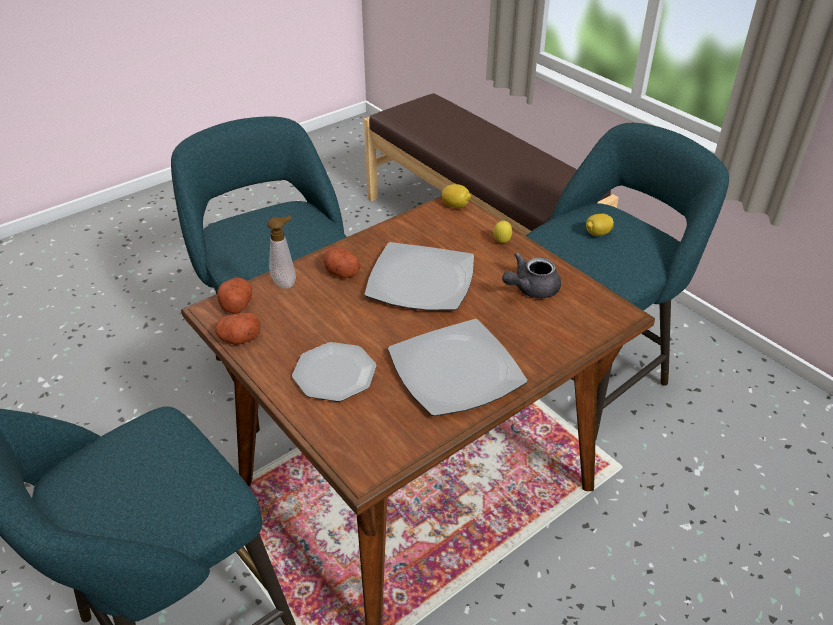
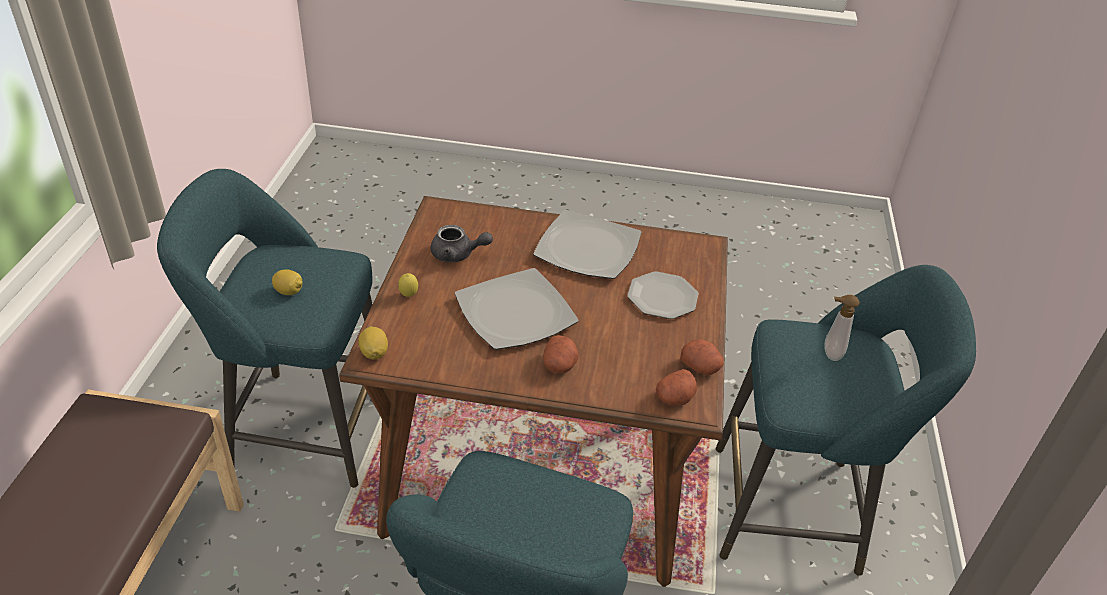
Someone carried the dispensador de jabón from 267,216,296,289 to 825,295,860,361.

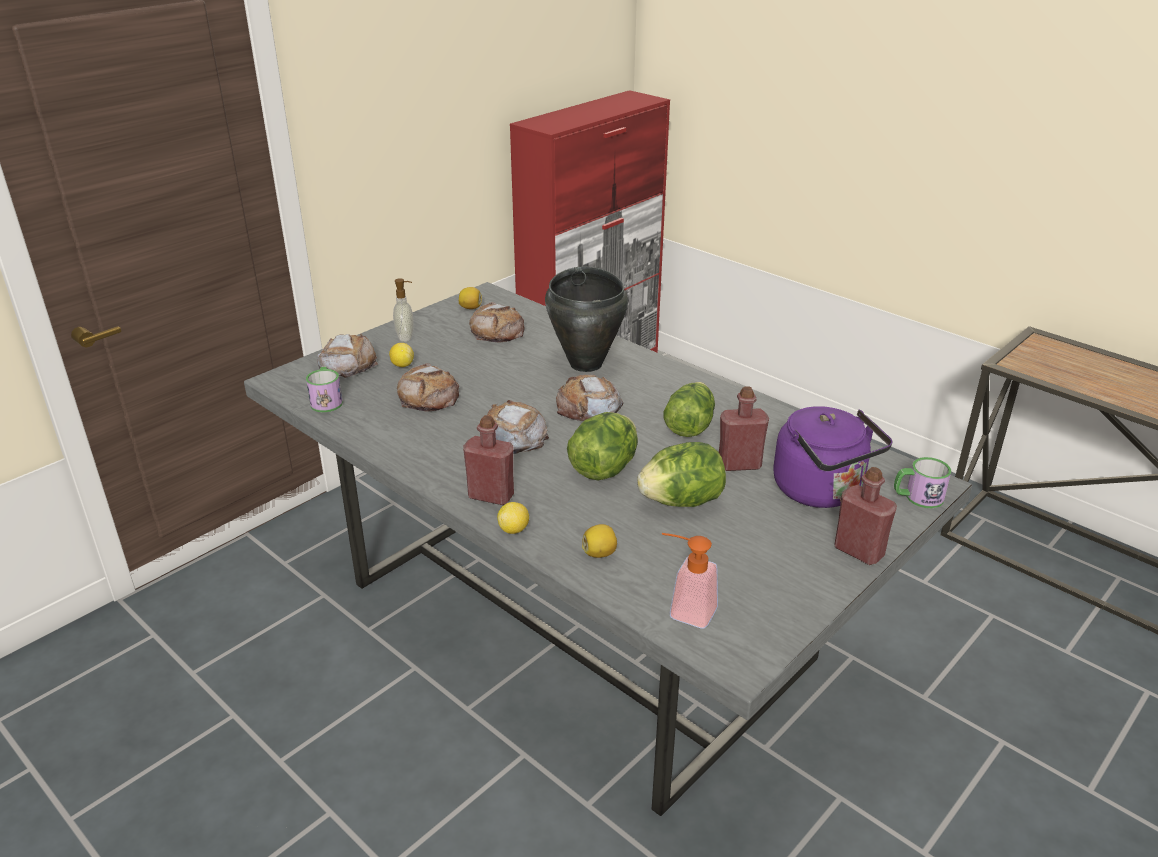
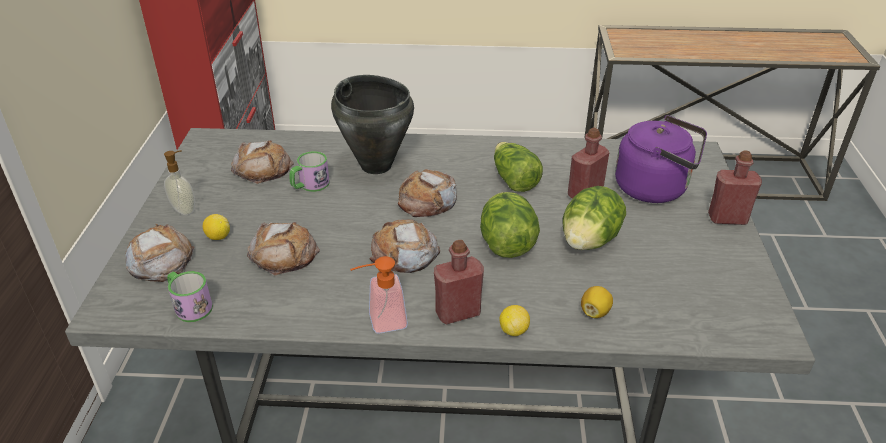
Someone carried the taza grande from 894,457,951,508 to 289,151,330,192.
Someone carried the dispensador de jabón from 662,533,718,629 to 350,256,408,333.
Someone took away the limón at 459,287,482,309.

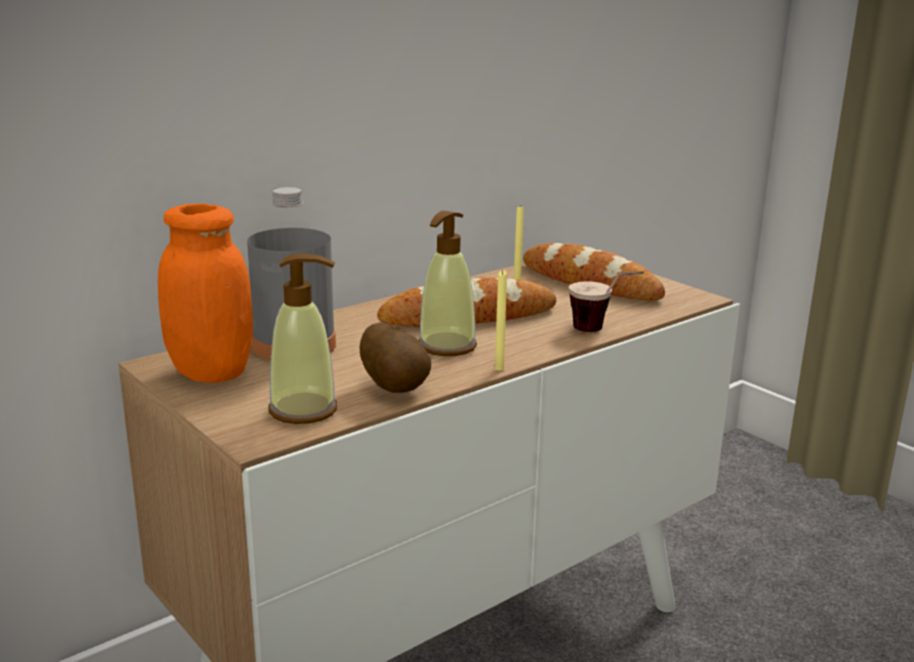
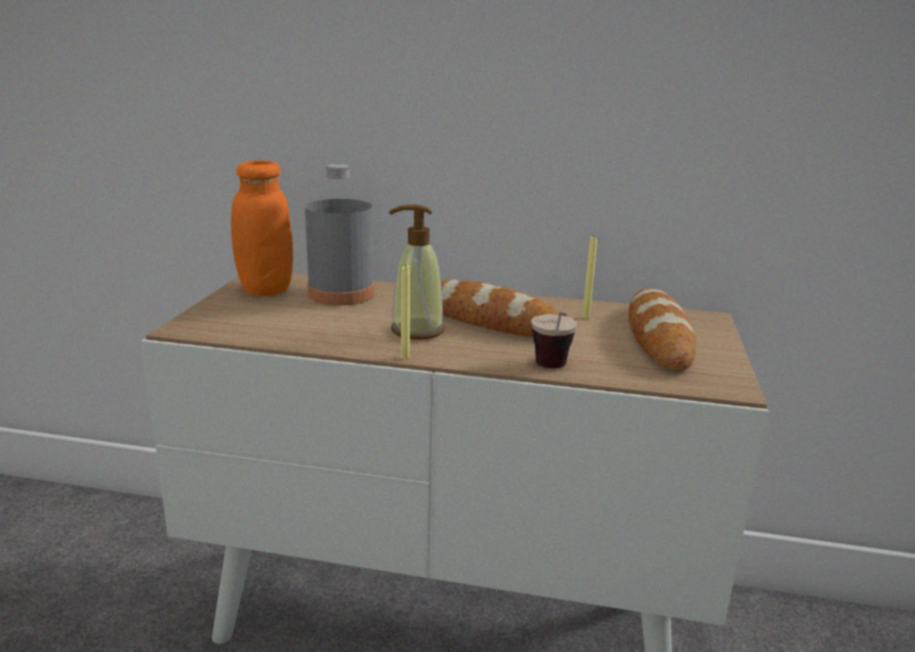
Someone took away the dispensador de jabón at 268,254,337,424.
Someone took away the patata at 360,323,431,393.

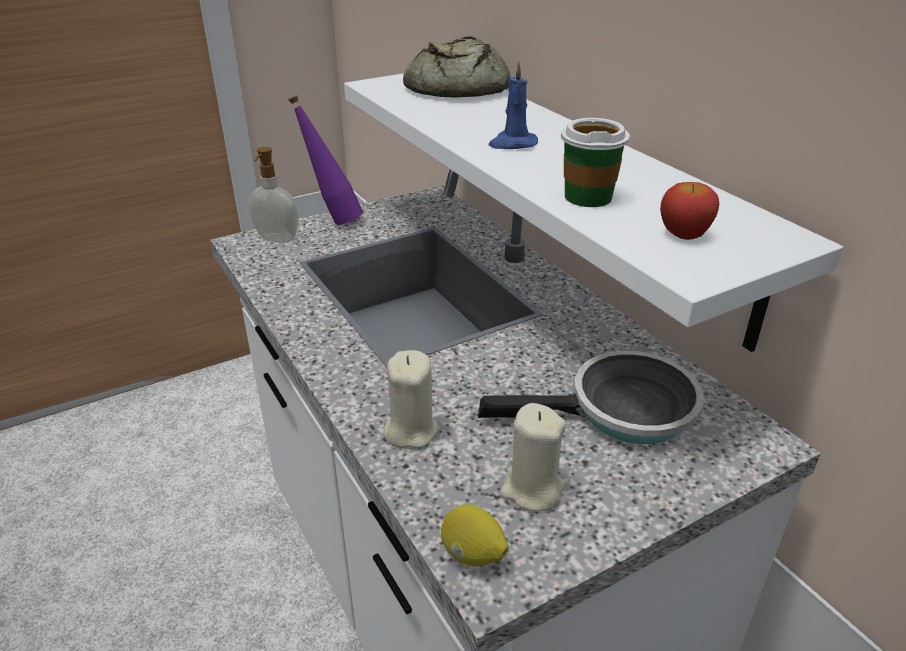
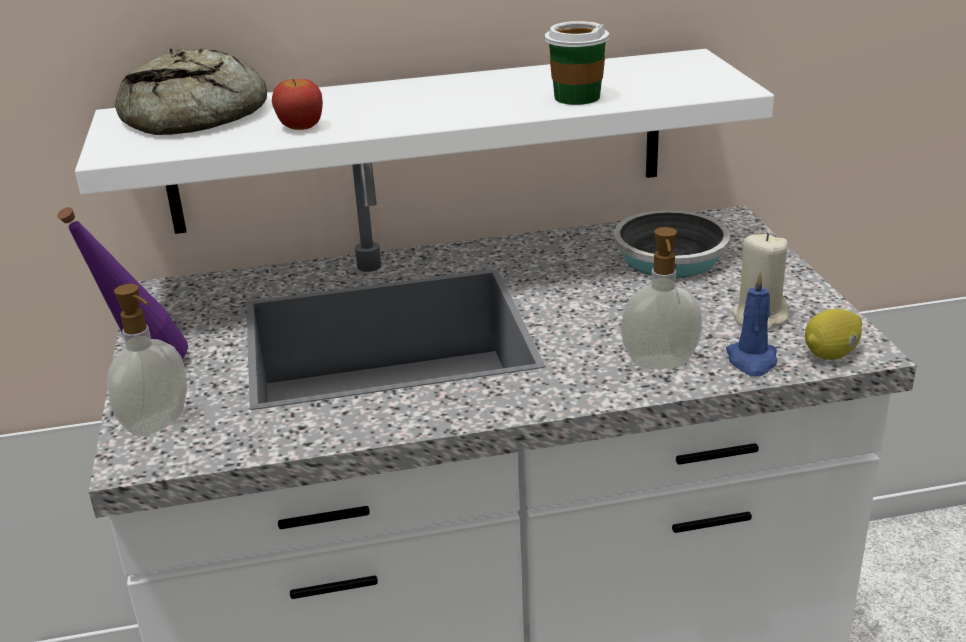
Someone carried the manzana from 660,182,719,240 to 272,79,323,130.
Someone swapped the vela/beis at 384,350,438,448 for the dispensador de jabón at 621,227,702,369.
Someone carried the vela/azul from 489,61,538,149 to 726,272,777,376.

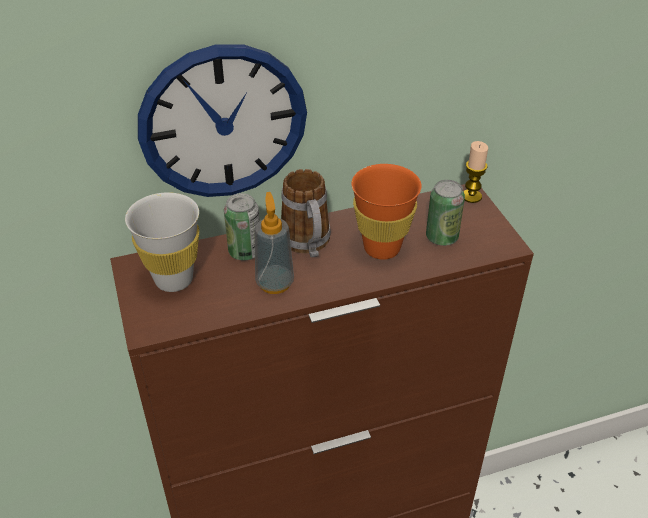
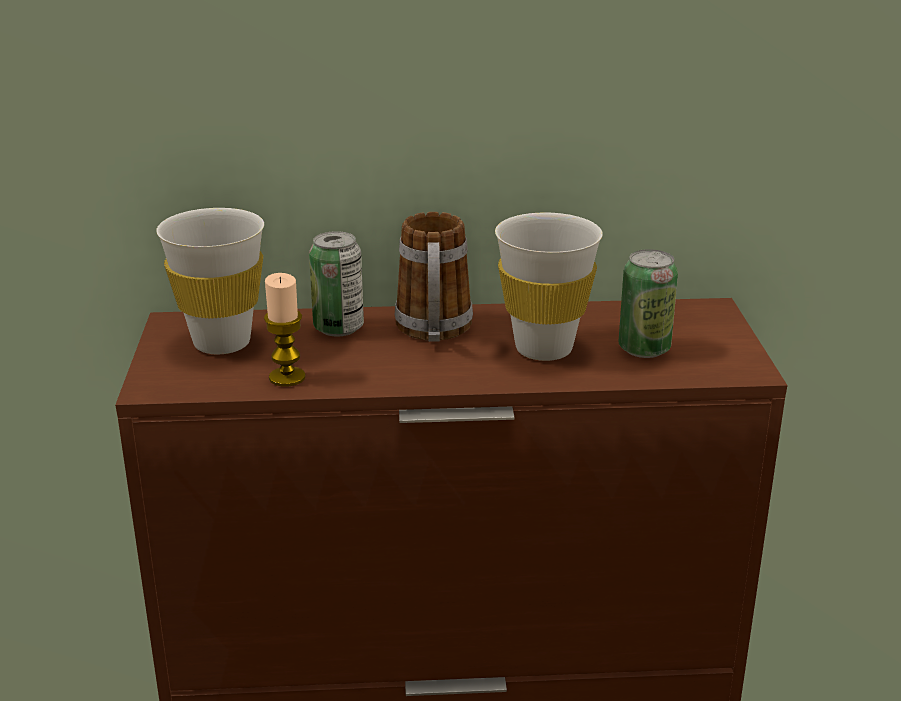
Someone carried the vela from 463,141,488,203 to 264,273,306,386.
Someone repainted the taza/naranja at 351,164,422,260, which became the taza/blanco at 495,212,603,361.
Someone took away the reloj de pared at 138,44,307,197.
Someone took away the dispensador de jabón at 255,192,294,294.

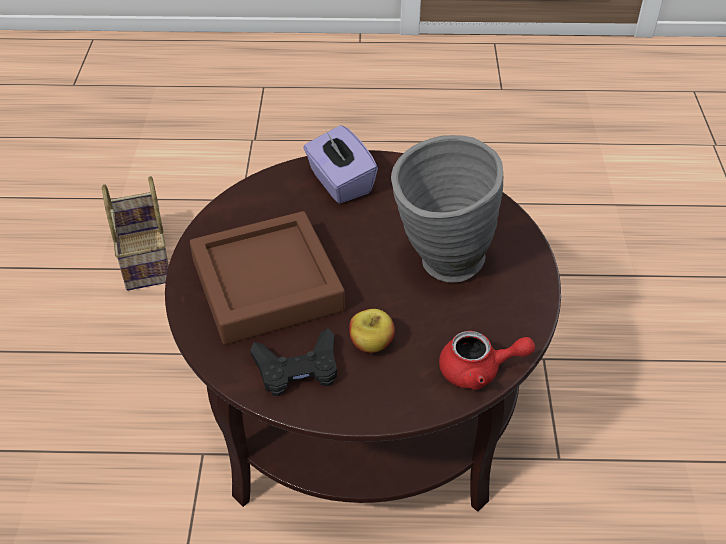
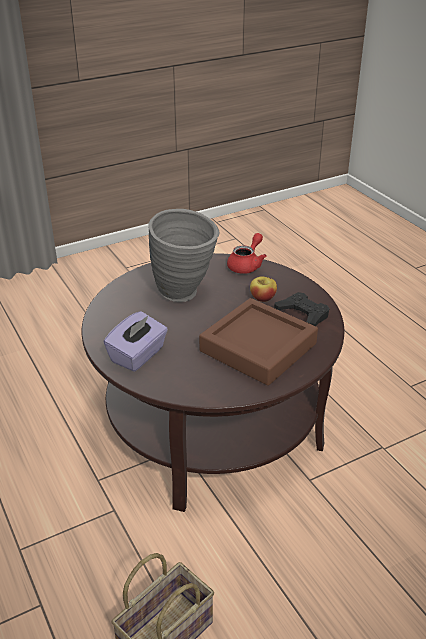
Someone rotated the tetera/rojo at 439,331,535,390 by 60 degrees clockwise.

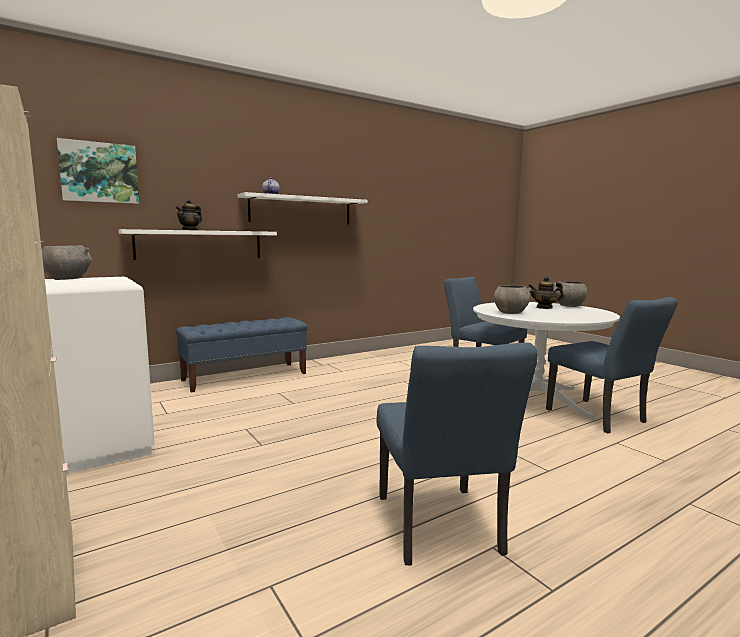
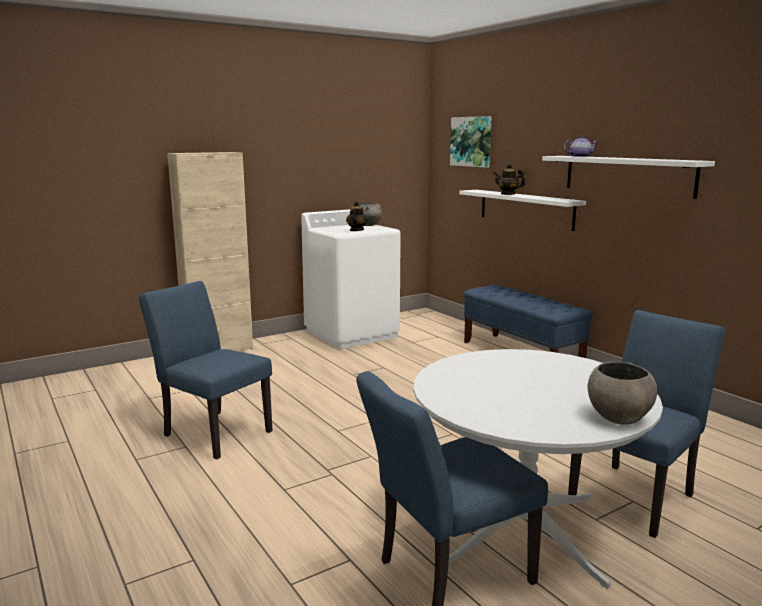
Someone rotated the silla/azul at 377,342,538,565 by 45 degrees clockwise.
Someone carried the tetera from 528,276,564,309 to 346,201,367,231.
Someone took away the cuenco/gris at 494,285,532,314.

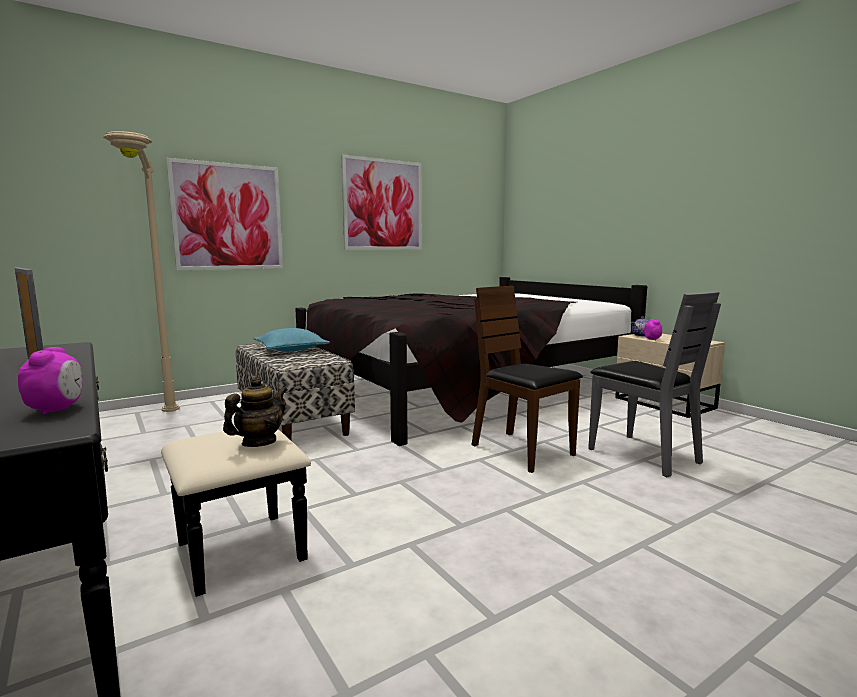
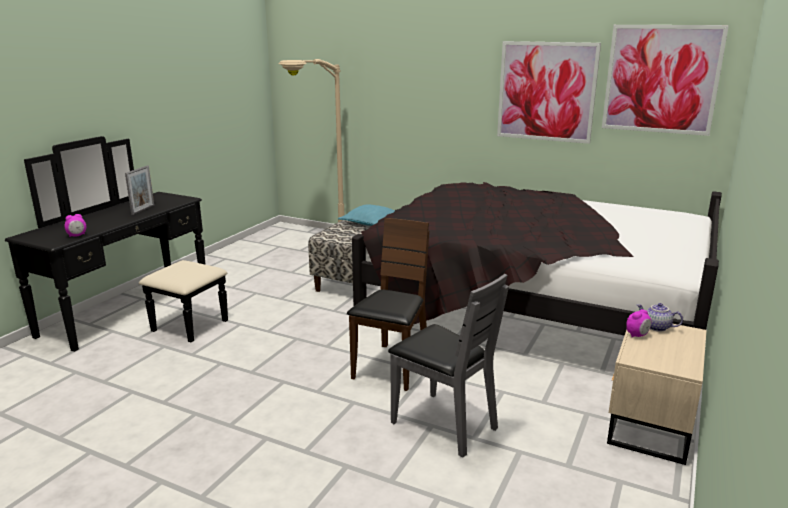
Someone rotated the silla/gris at 588,291,721,477 by 75 degrees counterclockwise.
Someone carried the cuadro from 166,158,283,270 to 602,25,729,136.
Someone took away the tetera at 223,376,287,447.

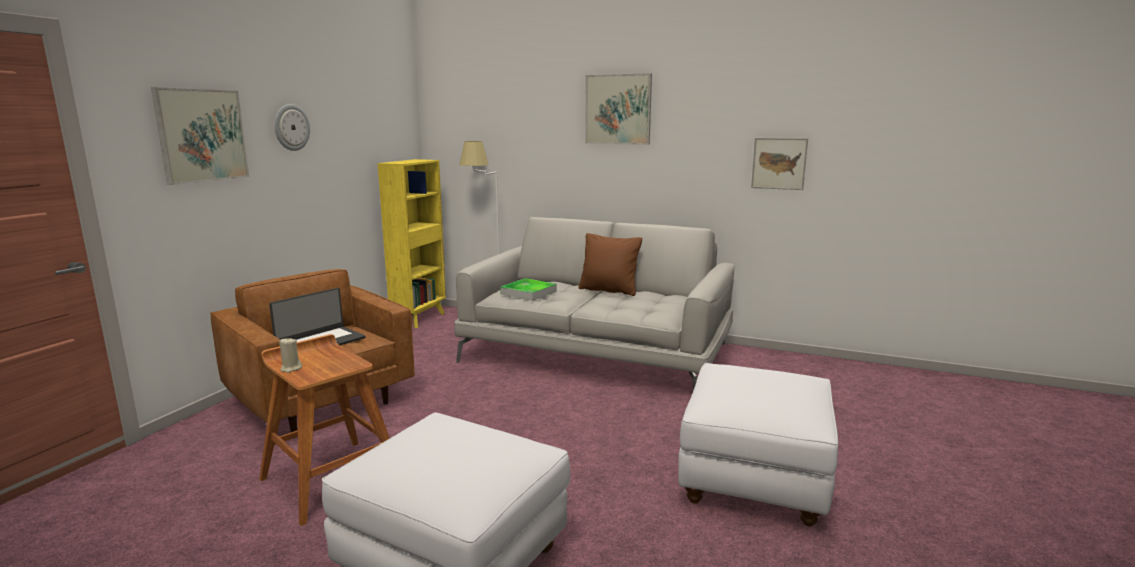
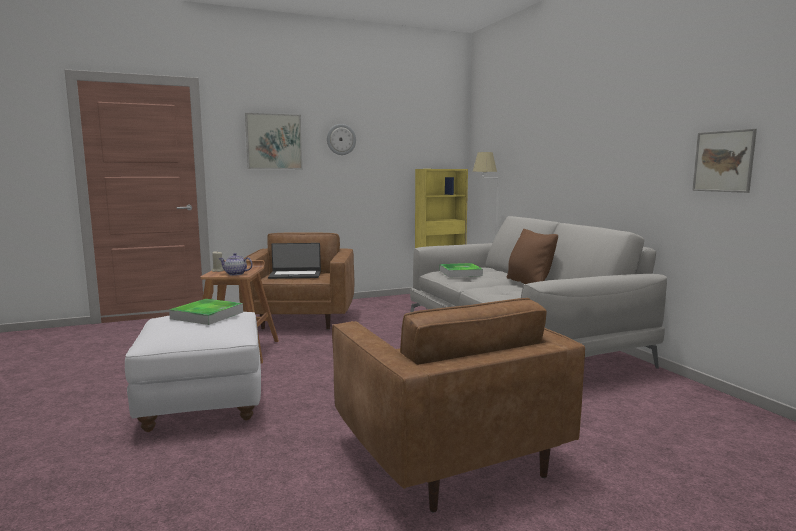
Someone put down the bandeja at 169,299,243,325.
Someone put down the tetera at 218,253,253,276.
Someone swapped the puf/blanco at 678,363,838,527 for the sillón/marrón at 332,298,585,512.
Someone took away the cuadro at 585,73,652,145.

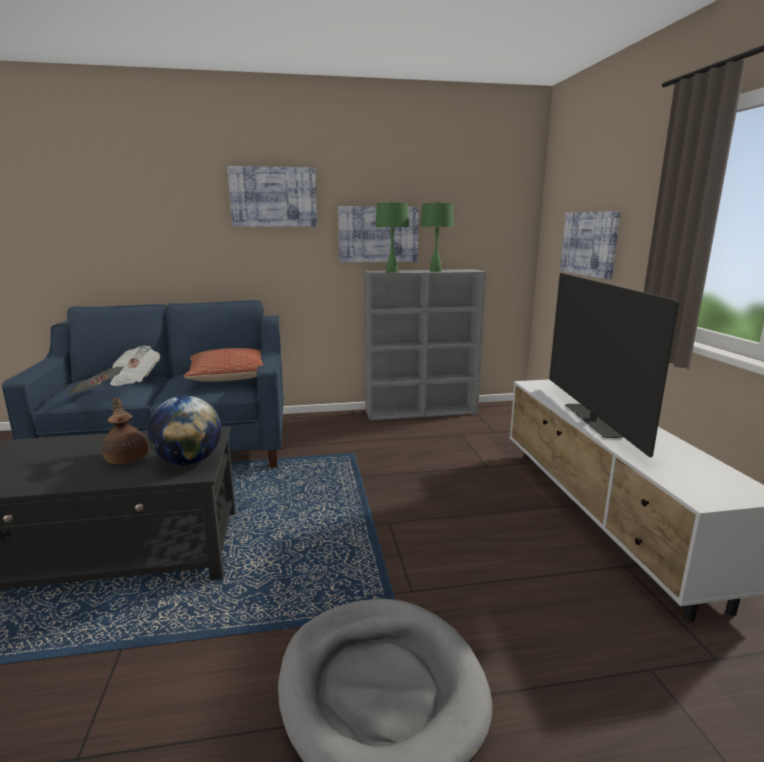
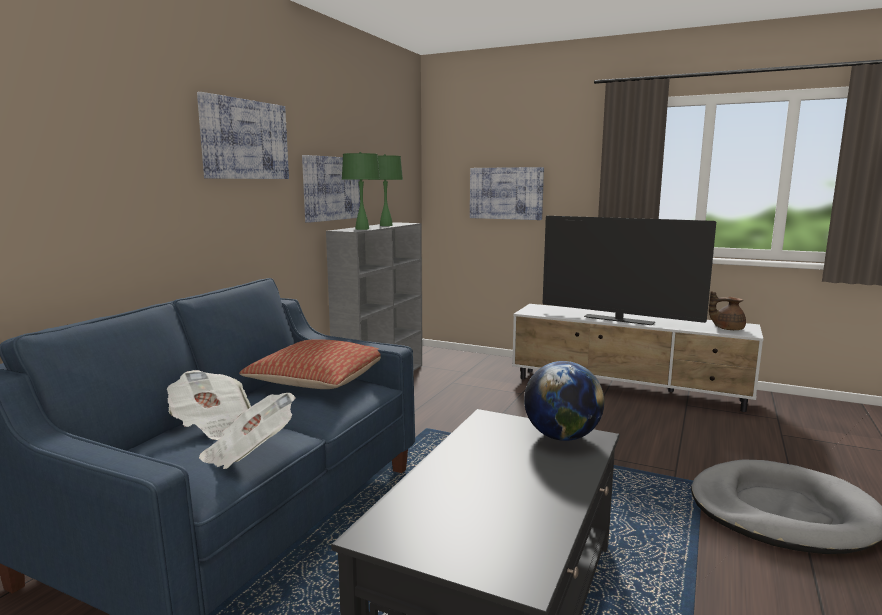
Someone carried the tetera/marrón from 102,397,149,464 to 709,291,746,330.

